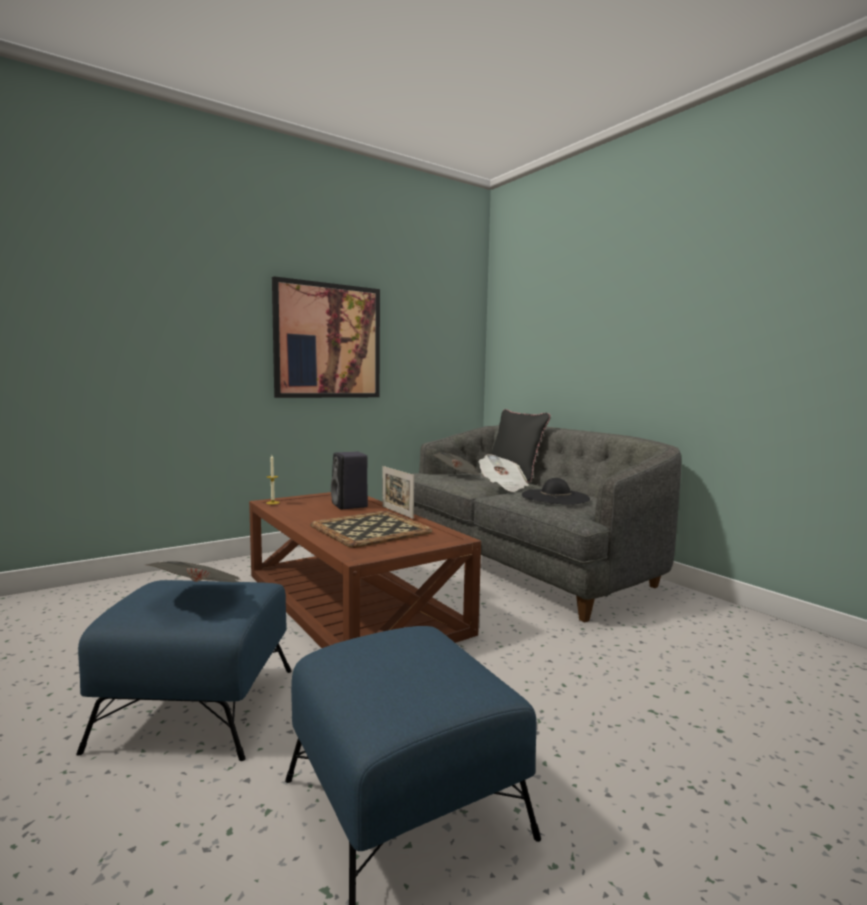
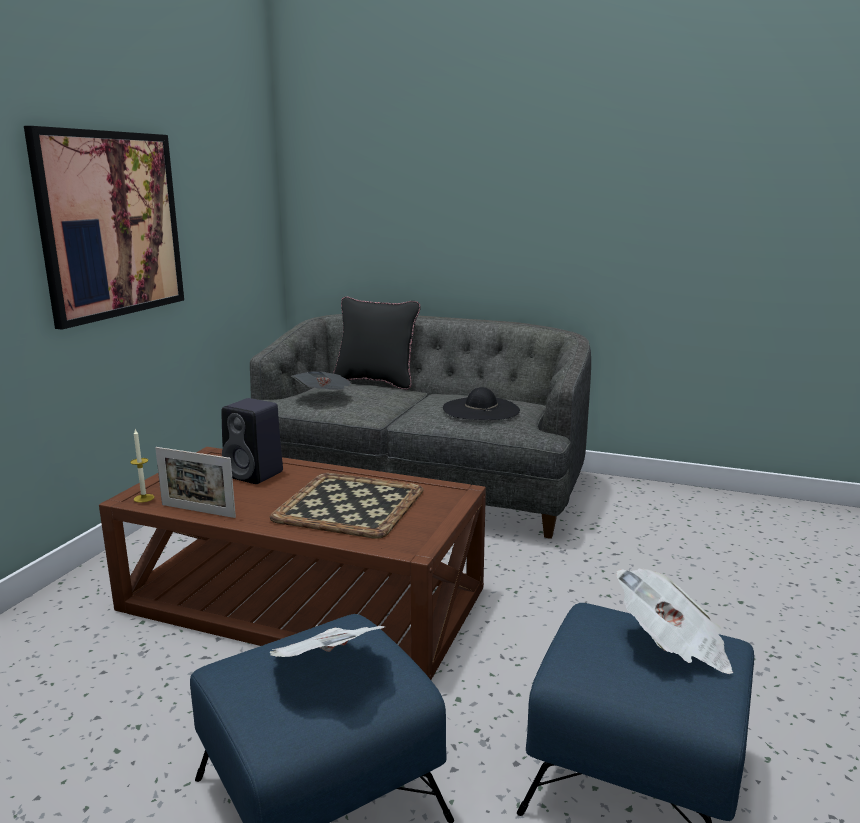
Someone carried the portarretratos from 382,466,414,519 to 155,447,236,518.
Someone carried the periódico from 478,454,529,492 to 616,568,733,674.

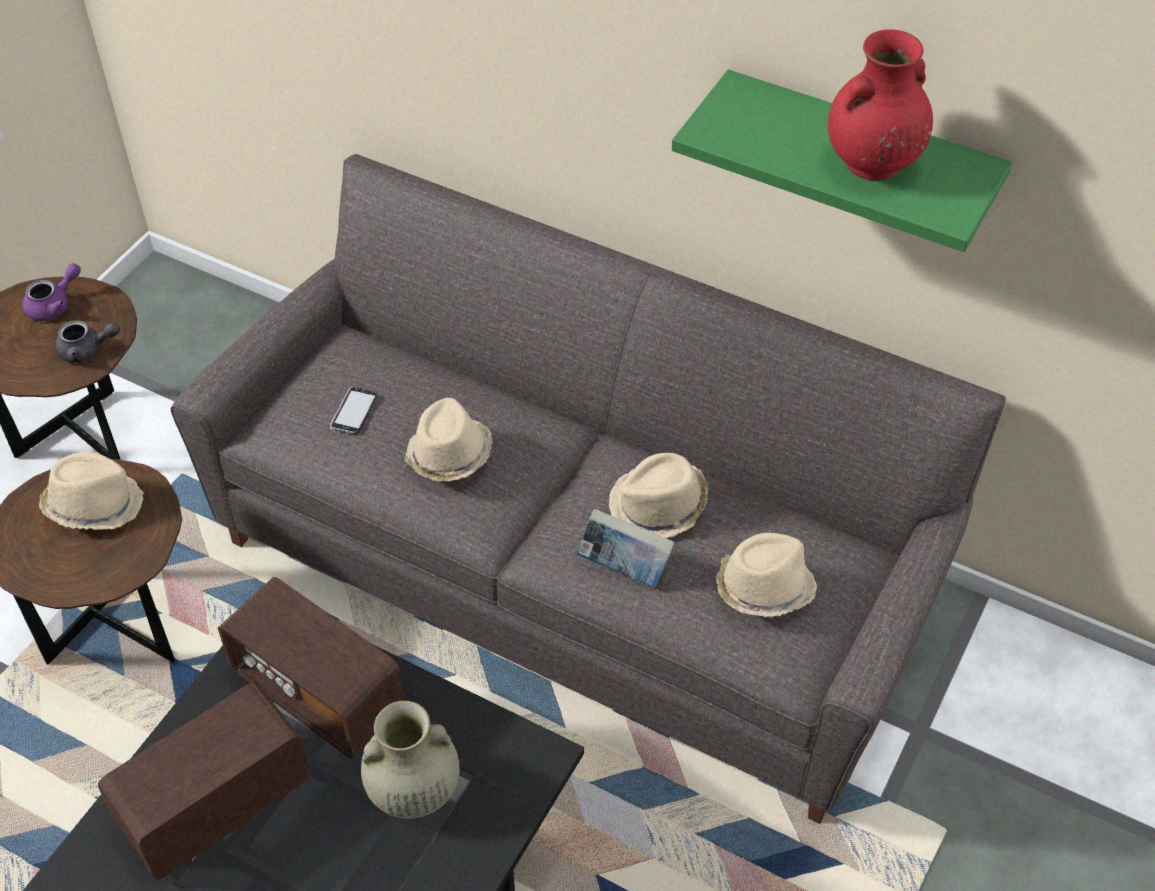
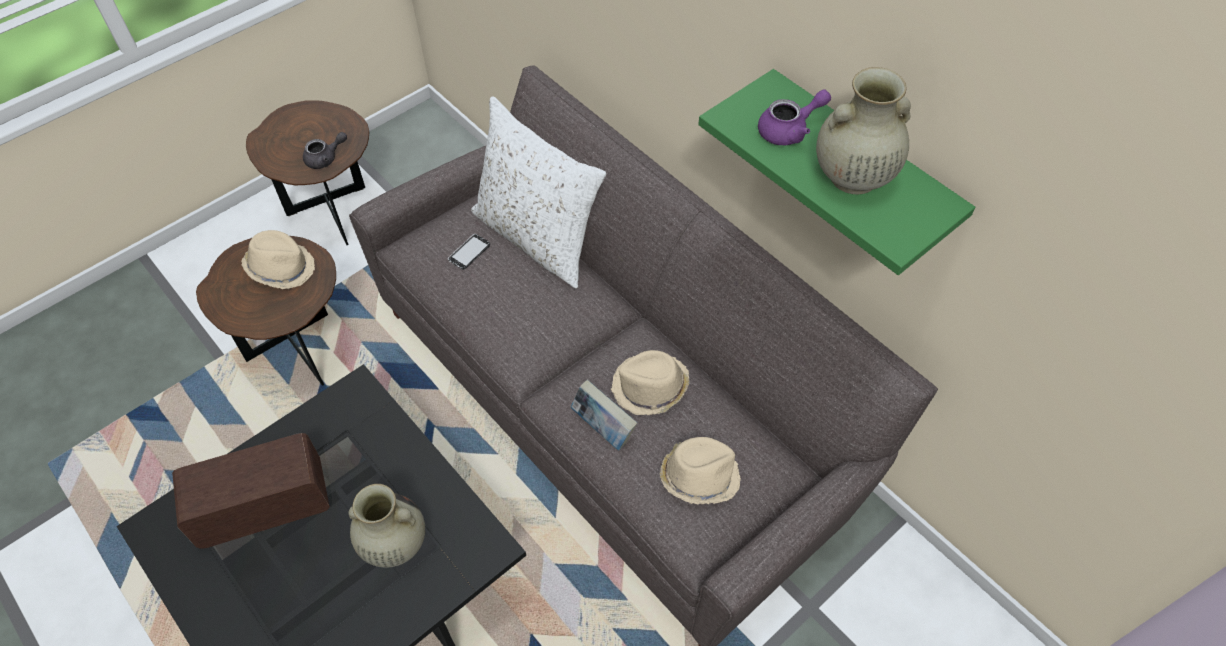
Someone rotated the tetera/gris at 55,320,120,363 by 45 degrees counterclockwise.
Someone put down the cojín/blanco at 471,97,606,288.
Someone carried the tetera/morado from 23,263,81,321 to 758,89,831,145.
Someone repainted the florero/rojo at 828,29,933,181, which became the florero/beis at 816,67,911,194.
Someone took away the radio at 218,577,405,758.
Someone took away the sombrero/beis at 404,398,493,482.

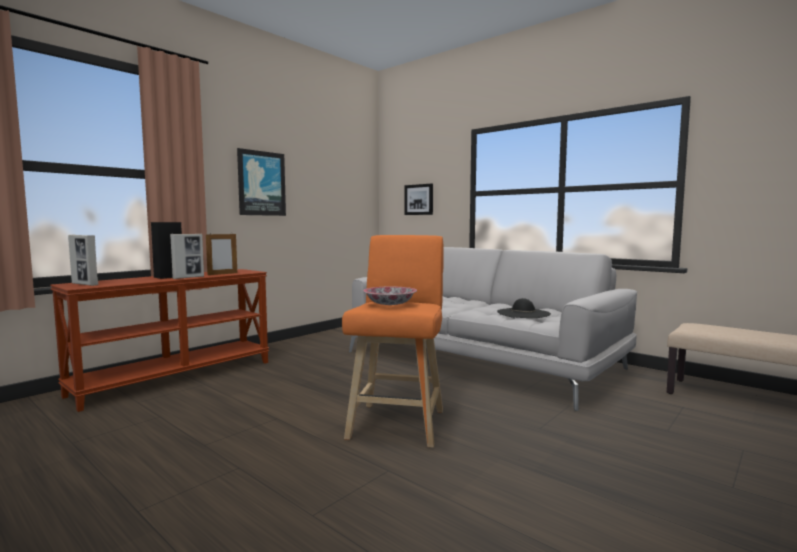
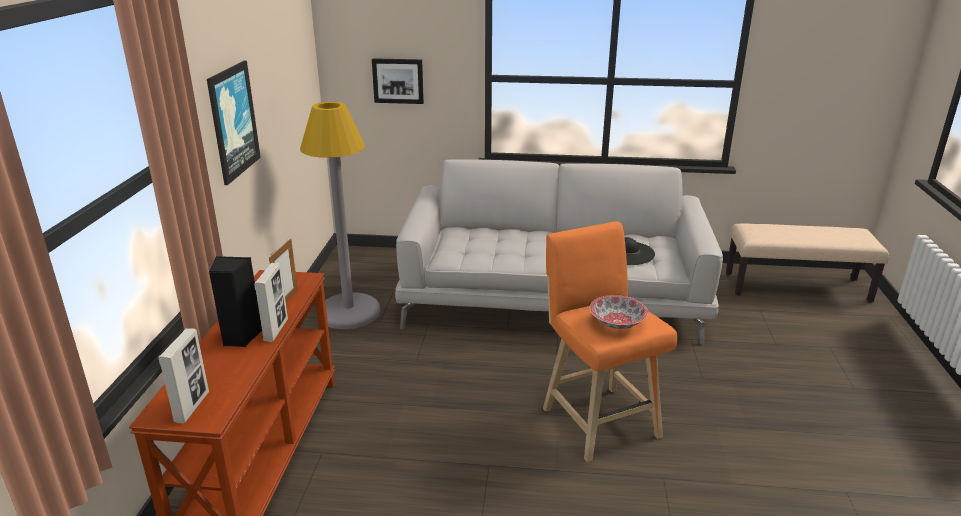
Someone rotated the portarretratos at 68,235,98,286 by 75 degrees counterclockwise.
Someone put down the lámpara de pie/gris at 300,102,381,329.

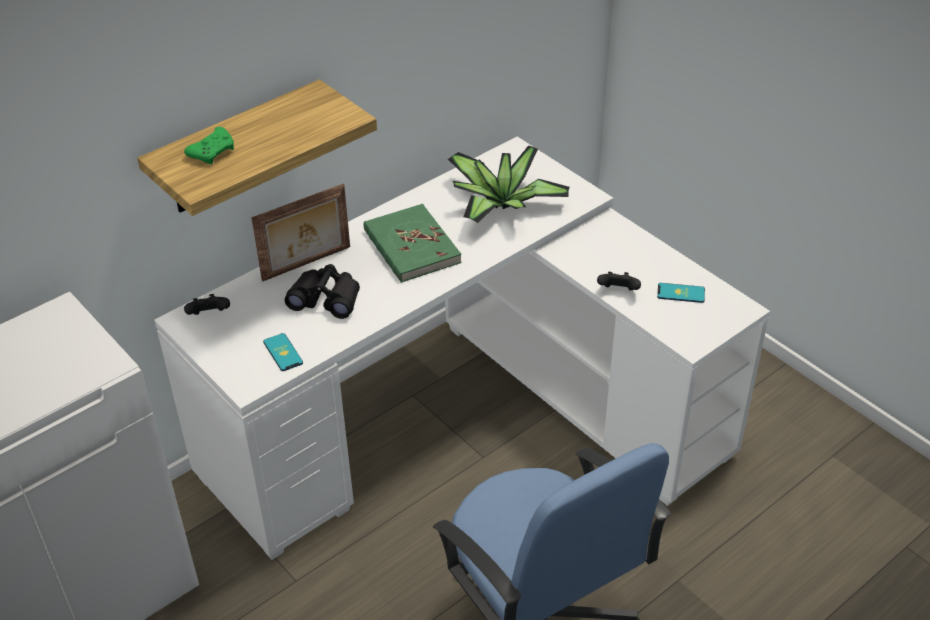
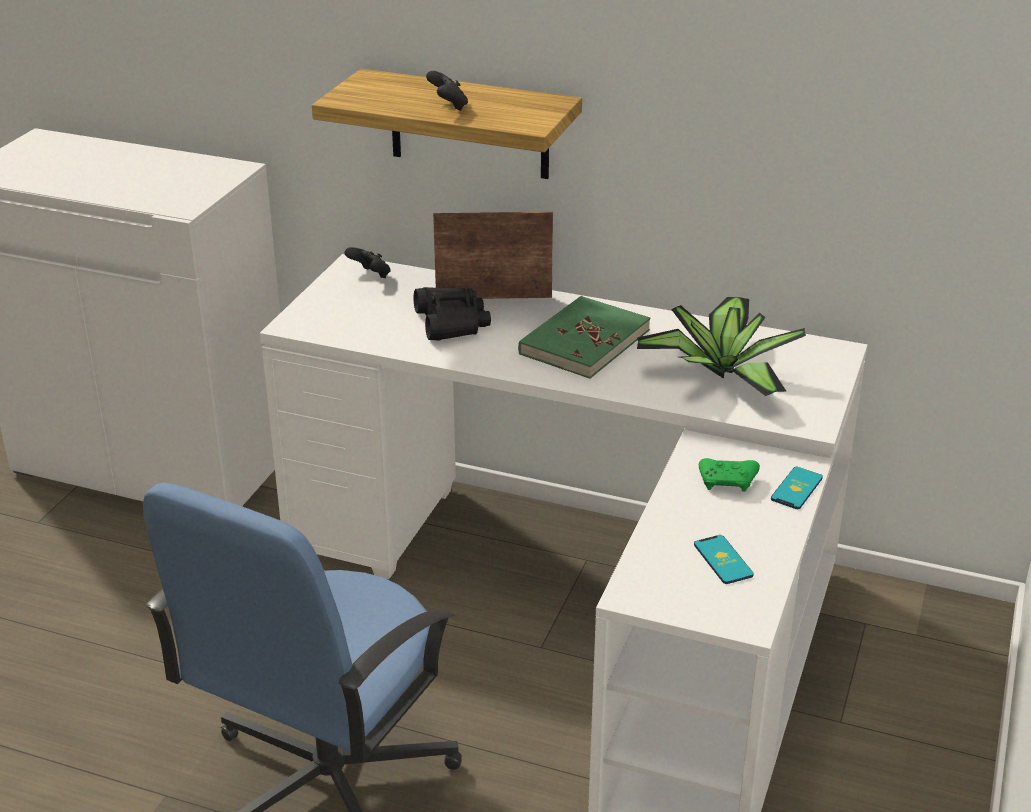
Someone carried the mando de consola/negro from 597,272,641,291 to 426,71,468,111.
Someone rotated the portarretratos at 251,184,350,281 by 150 degrees clockwise.
Someone carried the mando de consola/verde from 184,127,234,164 to 699,458,760,492.
Someone carried the móvil from 263,333,303,371 to 771,467,823,509.

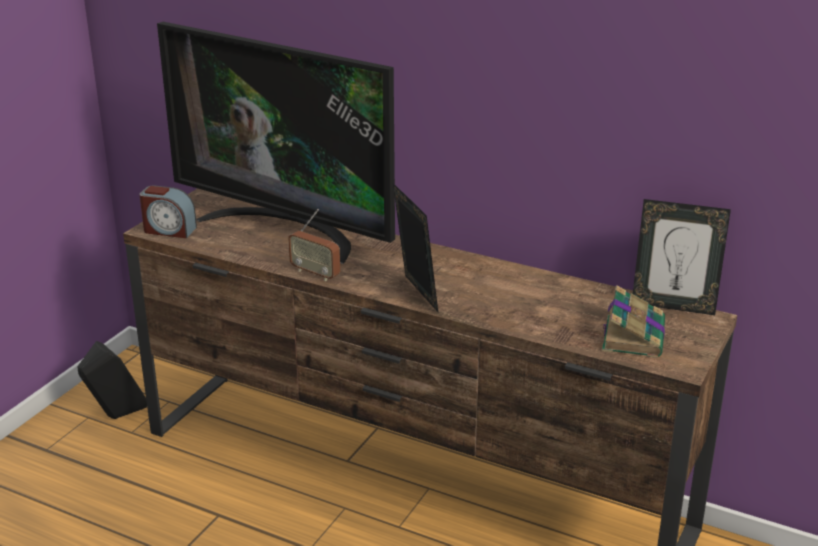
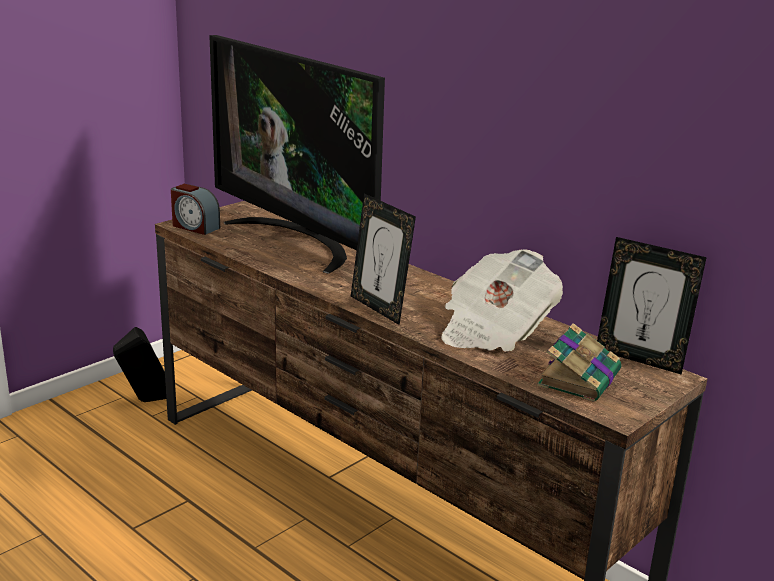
Someone rotated the portarretratos at 393,183,438,312 by 150 degrees clockwise.
Someone put down the periódico at 441,249,563,352.
Someone took away the radio at 288,209,340,281.

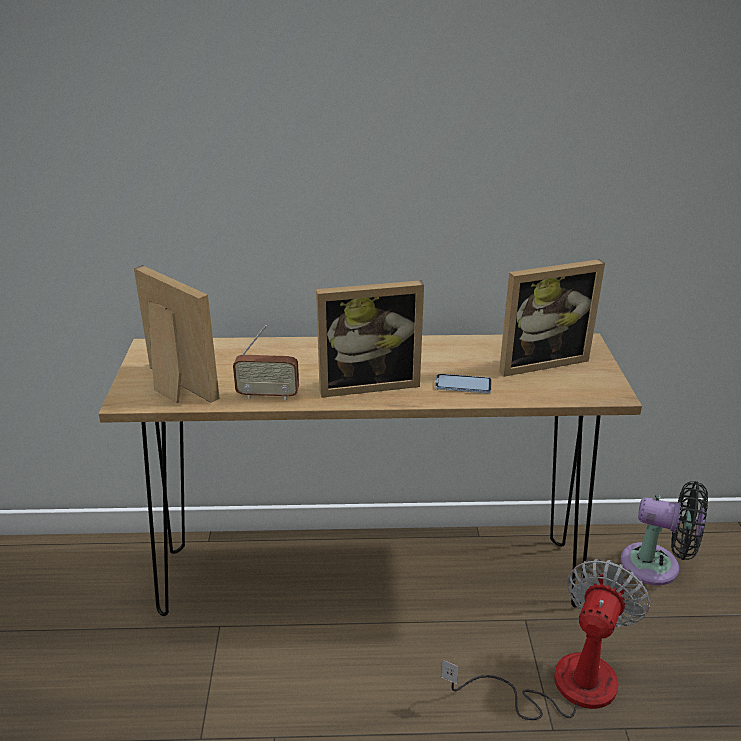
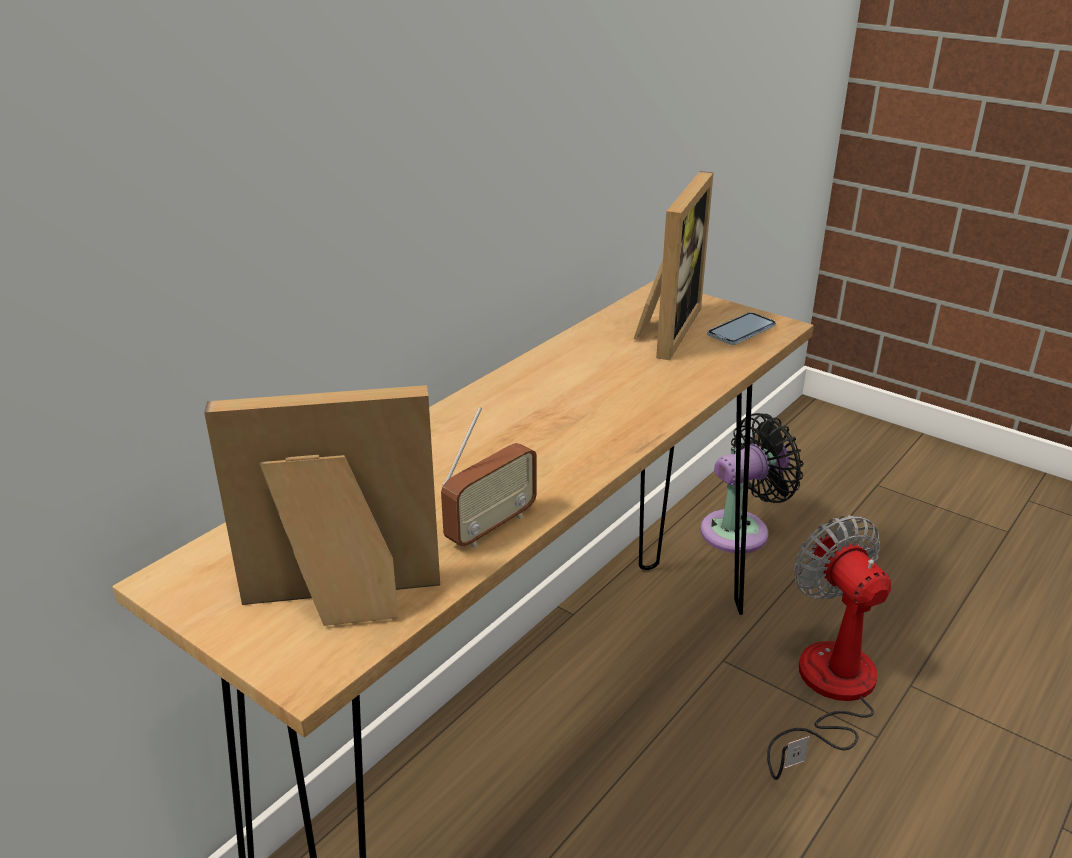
Someone carried the móvil from 435,374,492,393 to 707,312,776,345.
Someone took away the portarretratos at 316,280,424,398.

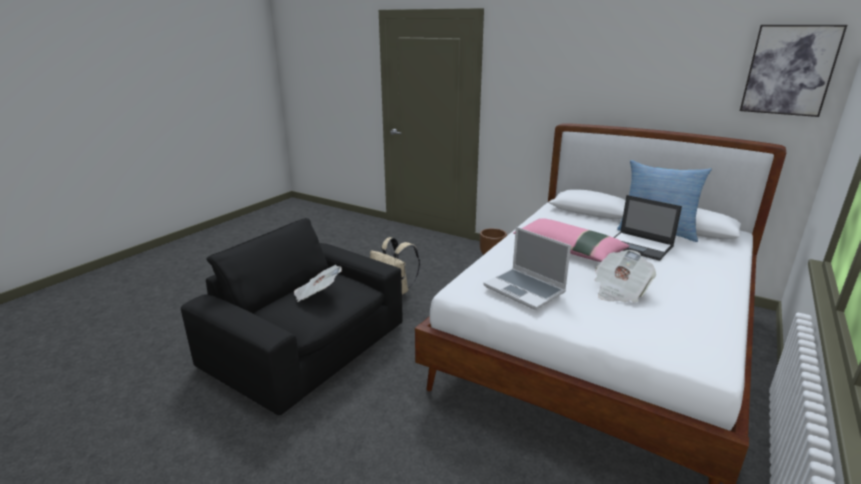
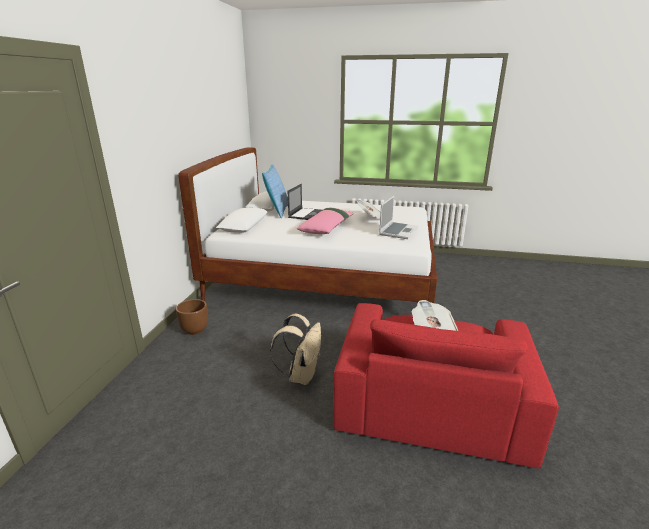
Someone repainted the sillón/negro at 181,218,403,415, which became the sillón/rojo at 333,303,559,468.
Someone took away the cuadro at 740,25,847,117.

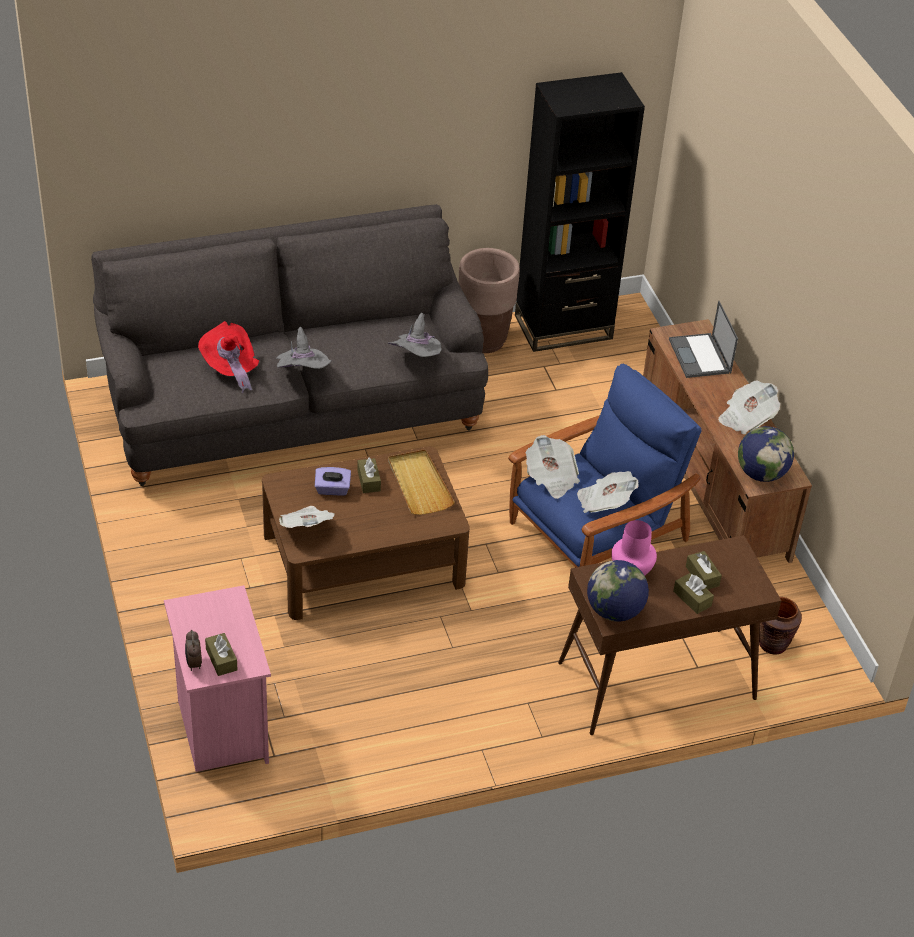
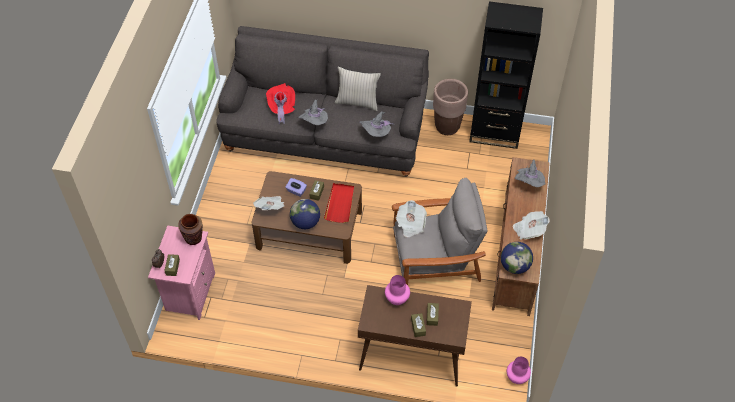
Someone carried the florero/marrón from 759,597,802,655 to 178,214,203,245.
Someone carried the globo terráqueo from 587,560,649,622 to 290,199,320,229.
Someone repainted the bandeja/beis at 388,449,455,515, which became the bandeja/rojo at 324,183,354,223.
Someone put down the cojín/beis at 335,66,381,111.
Someone repainted the sillón/azul at 508,364,702,568, which became the sillón/gris at 392,178,488,285.
Someone put down the florero/rosa at 507,357,531,384.
Someone swapped the portátil at 669,301,738,378 for the sombrero/gris at 514,160,546,187.
Someone took away the periódico at 577,471,639,513.

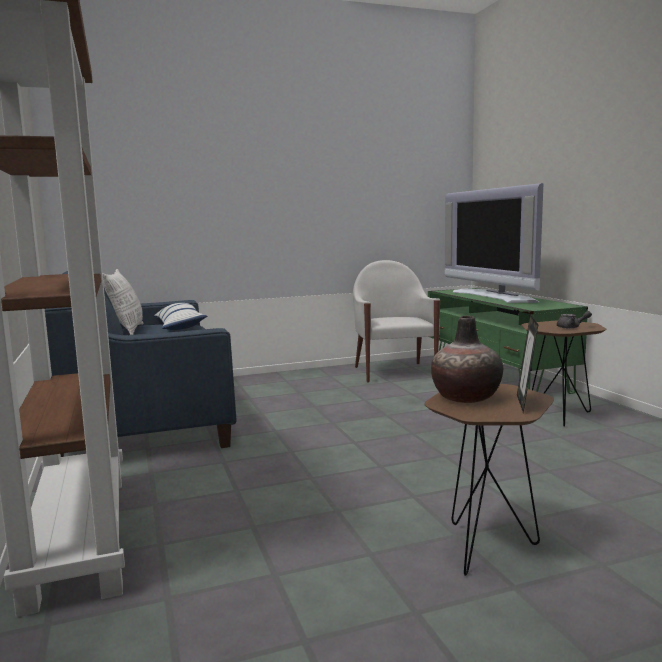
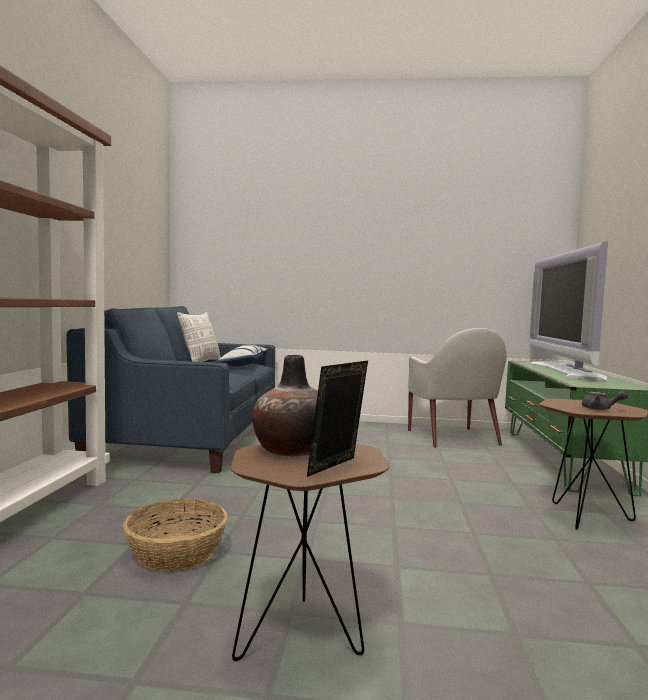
Someone put down the cesta at 123,499,228,572.
Someone rotated the sillón/blanco at 353,260,440,383 by 150 degrees clockwise.

